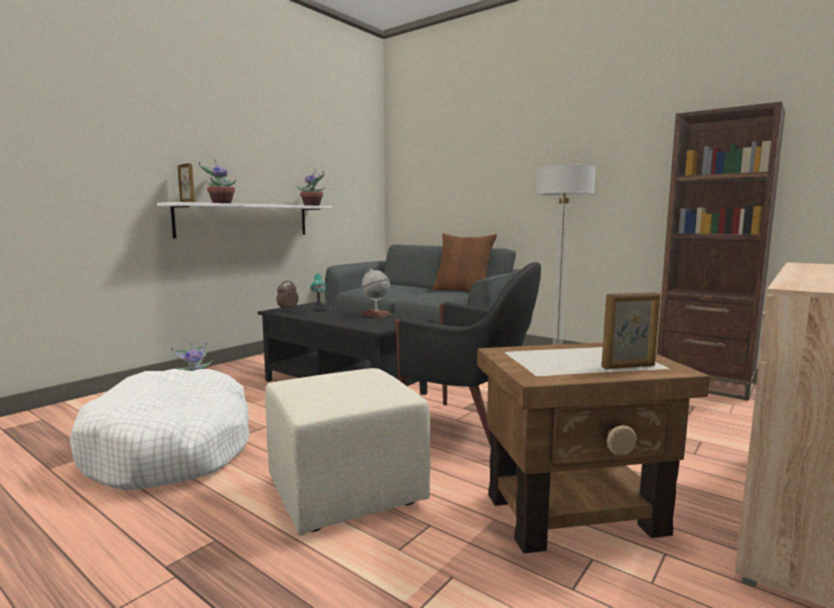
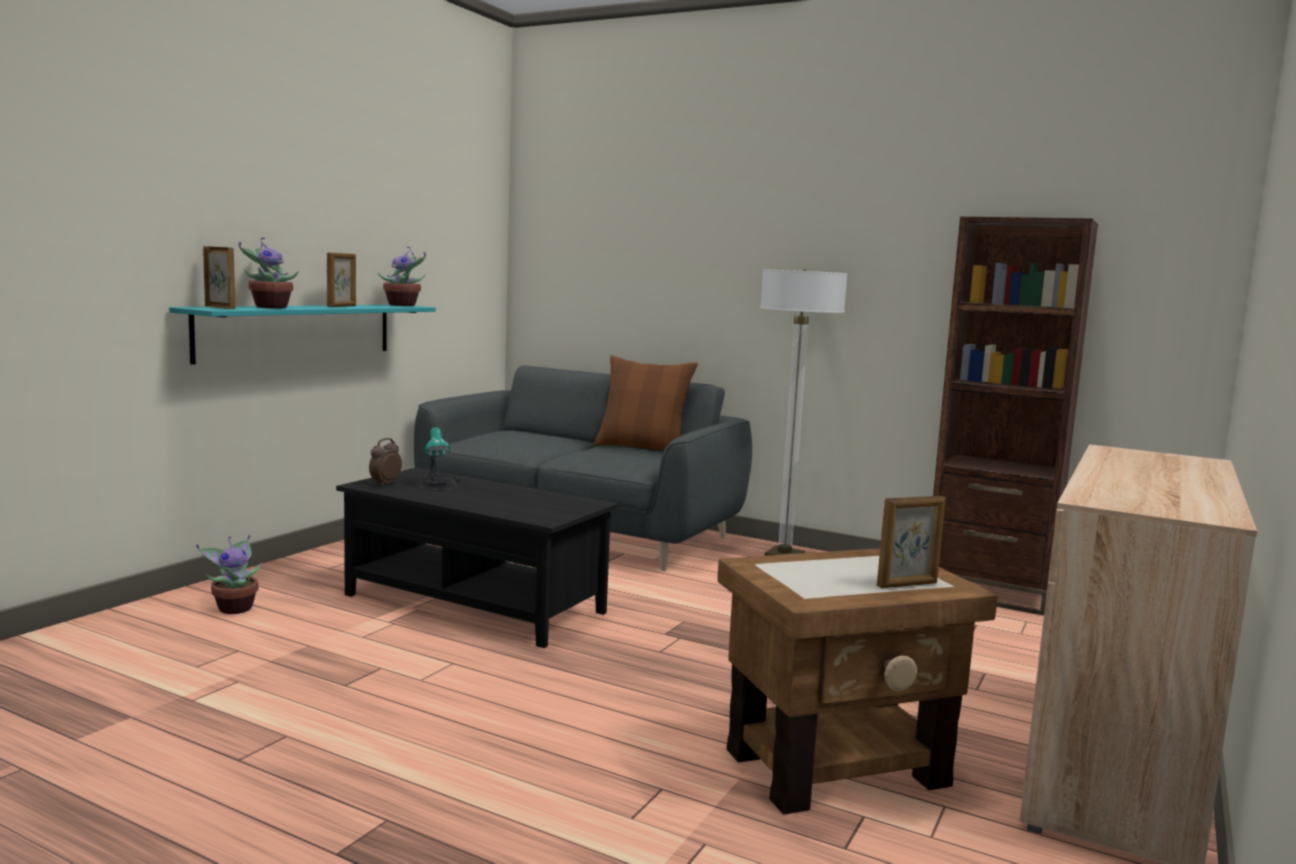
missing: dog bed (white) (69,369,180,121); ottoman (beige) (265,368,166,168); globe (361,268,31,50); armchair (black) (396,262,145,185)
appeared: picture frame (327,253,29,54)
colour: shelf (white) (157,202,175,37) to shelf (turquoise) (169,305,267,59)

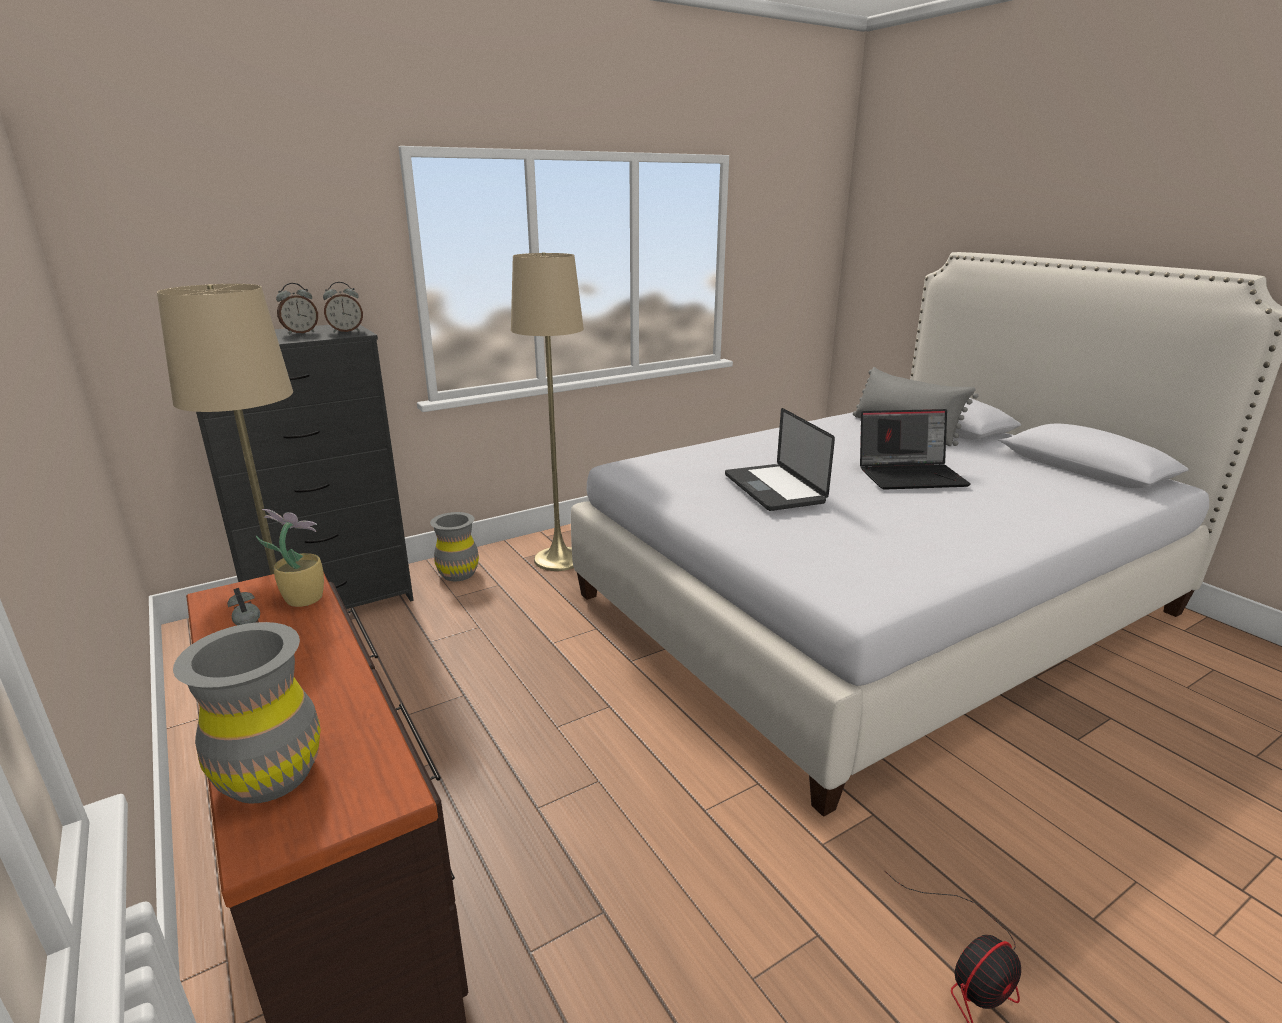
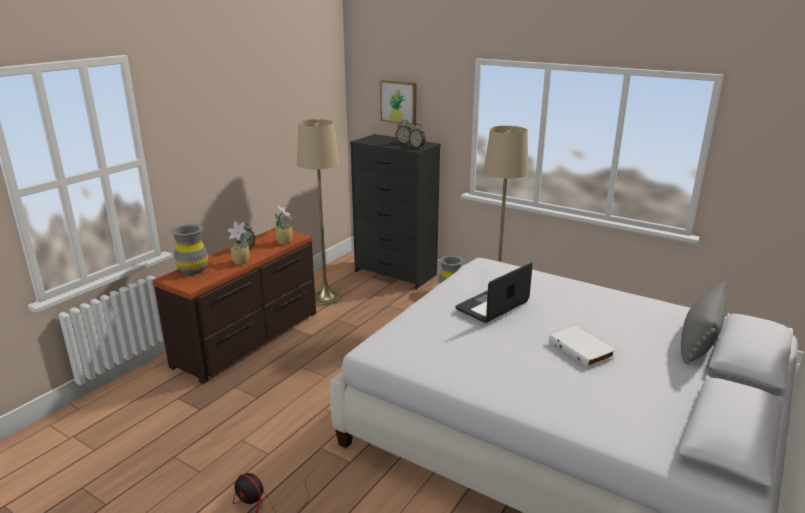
appeared: potted plant (227,221,24,44); picture (380,80,37,45)
exchanged: laptop (860,409,111,81) to book (white) (549,326,67,42)

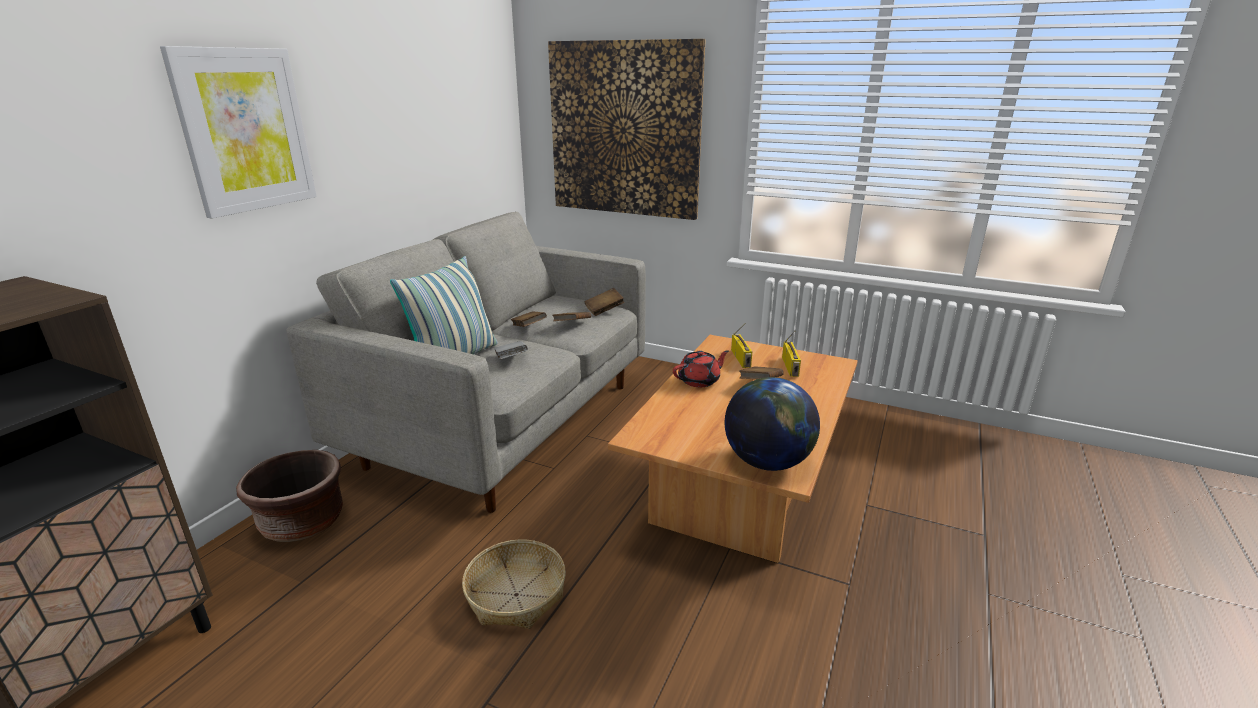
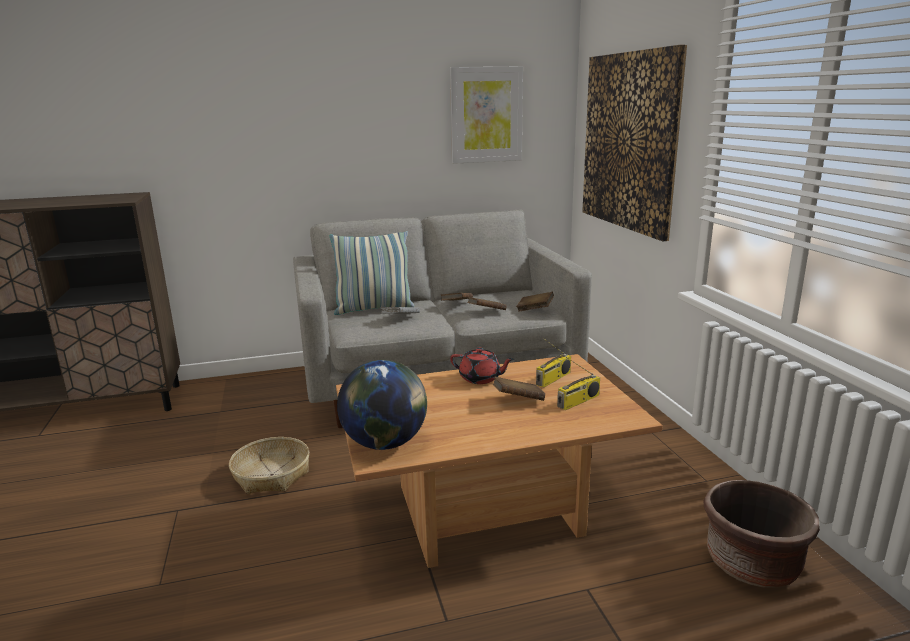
relocated: picture (160,46,157,172) to (450,66,73,98); planter (brown) (236,450,107,92) to (703,480,117,108)

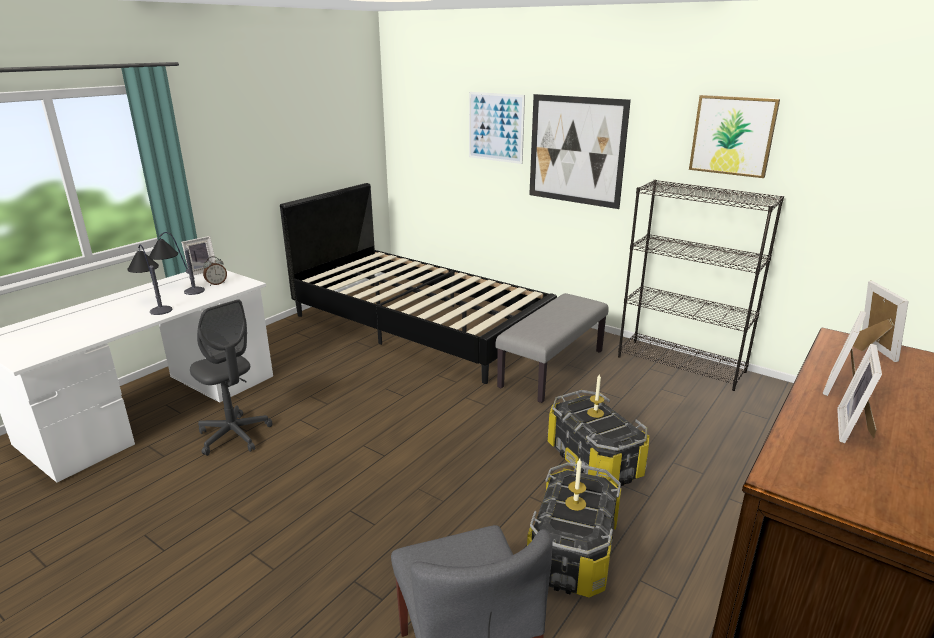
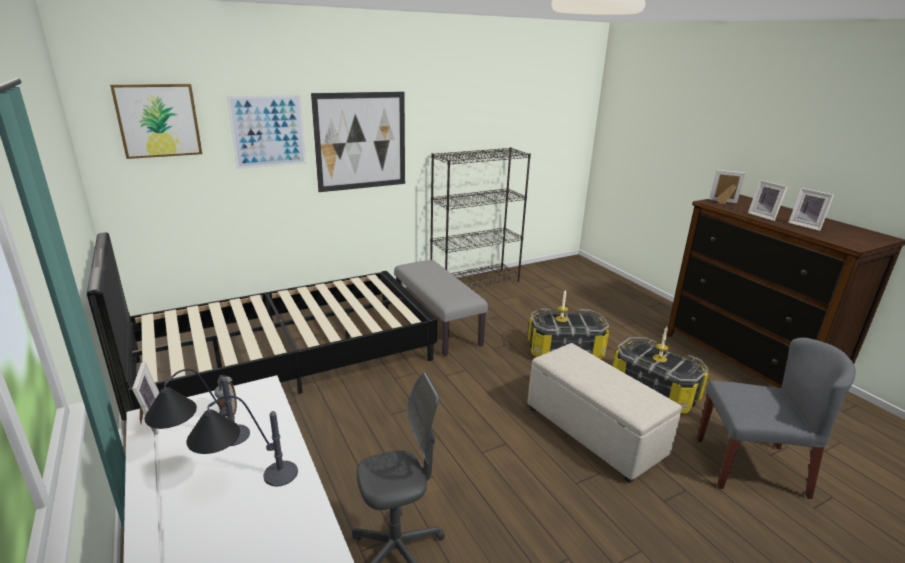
appeared: ottoman (beige) (527,343,155,140)
relocated: picture (689,95,91,83) to (110,84,92,75)

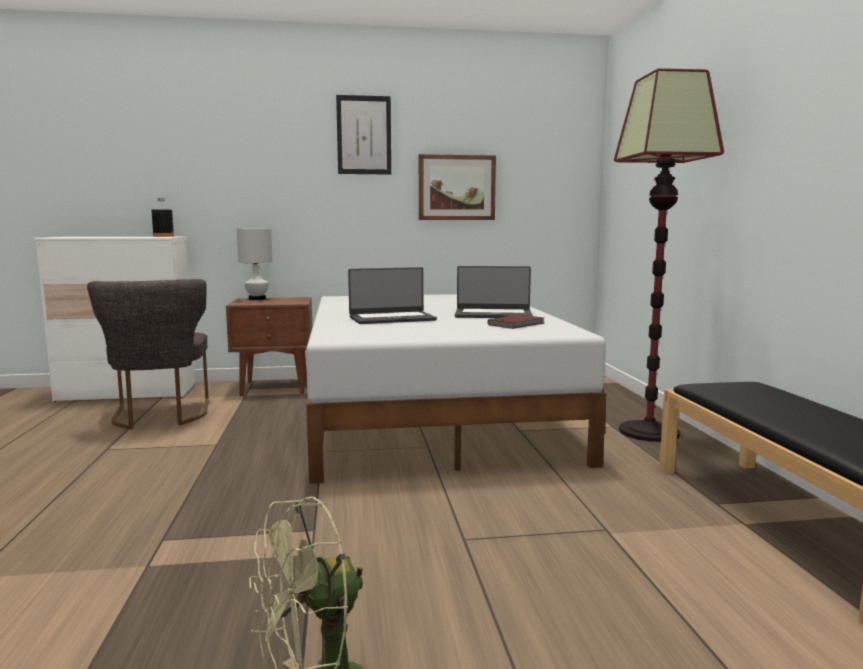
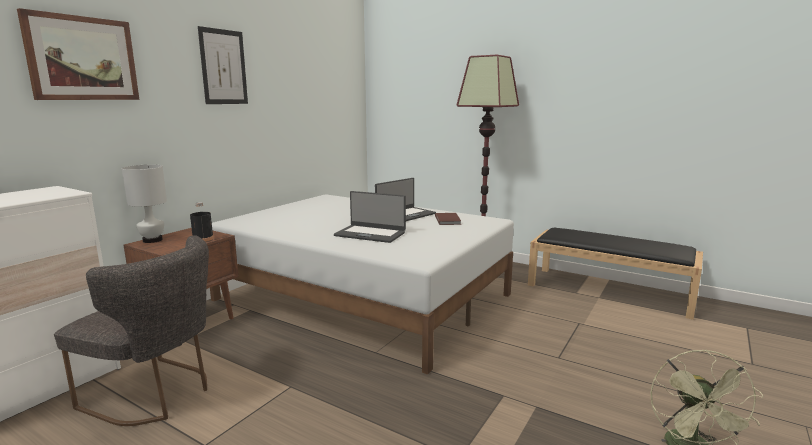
relocated: bottle (black) (151,198,23,39) to (190,202,24,40); picture (419,154,77,66) to (17,8,122,92)
spun: laptop (348,267,89,57) = (334,191,72,52) 90 degrees clockwise

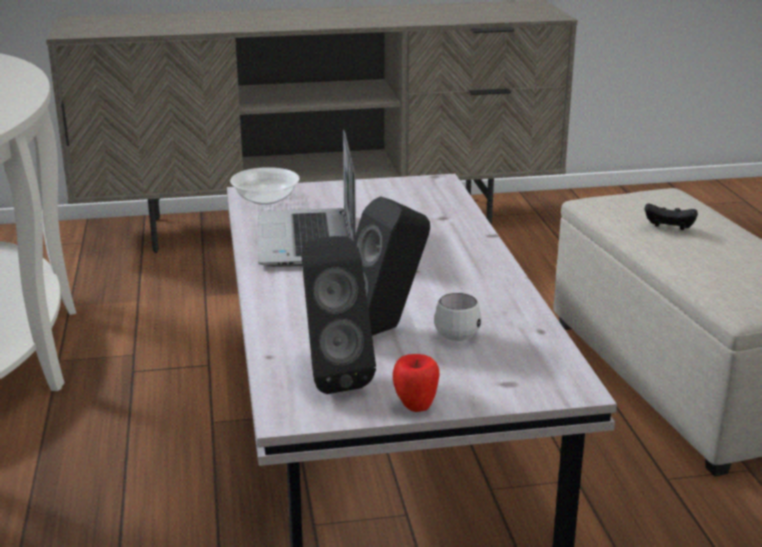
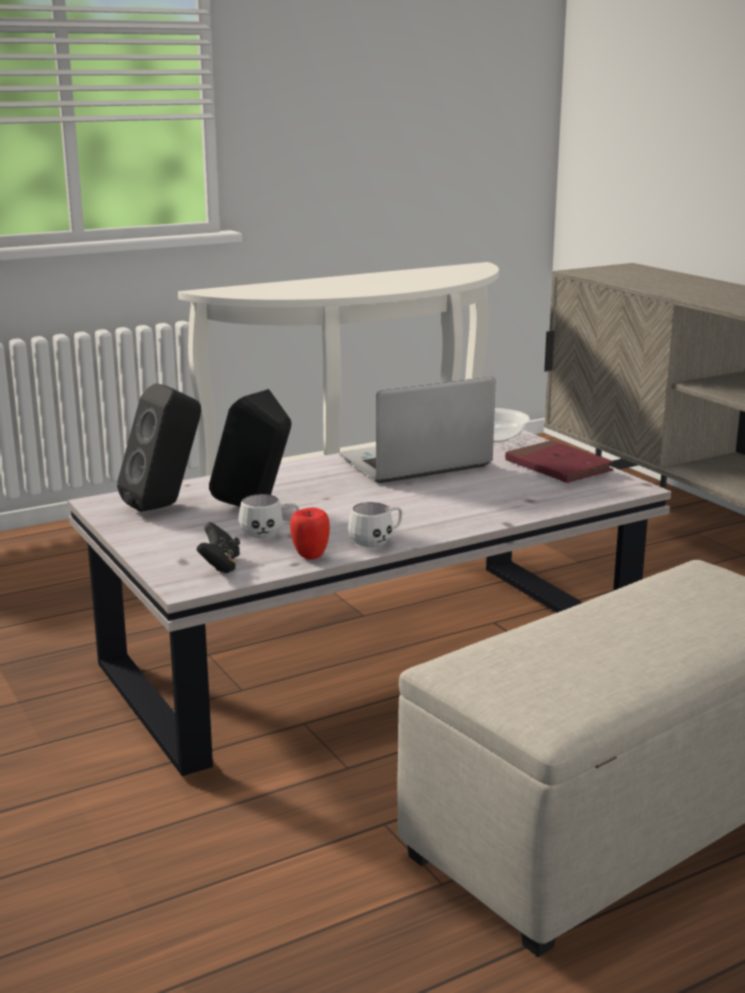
appeared: mug (white) (348,502,54,45); book (red) (505,440,109,43)
relocated: apple (393,354,47,58) to (290,507,40,53); game controller (black) (645,203,53,27) to (196,522,44,51)

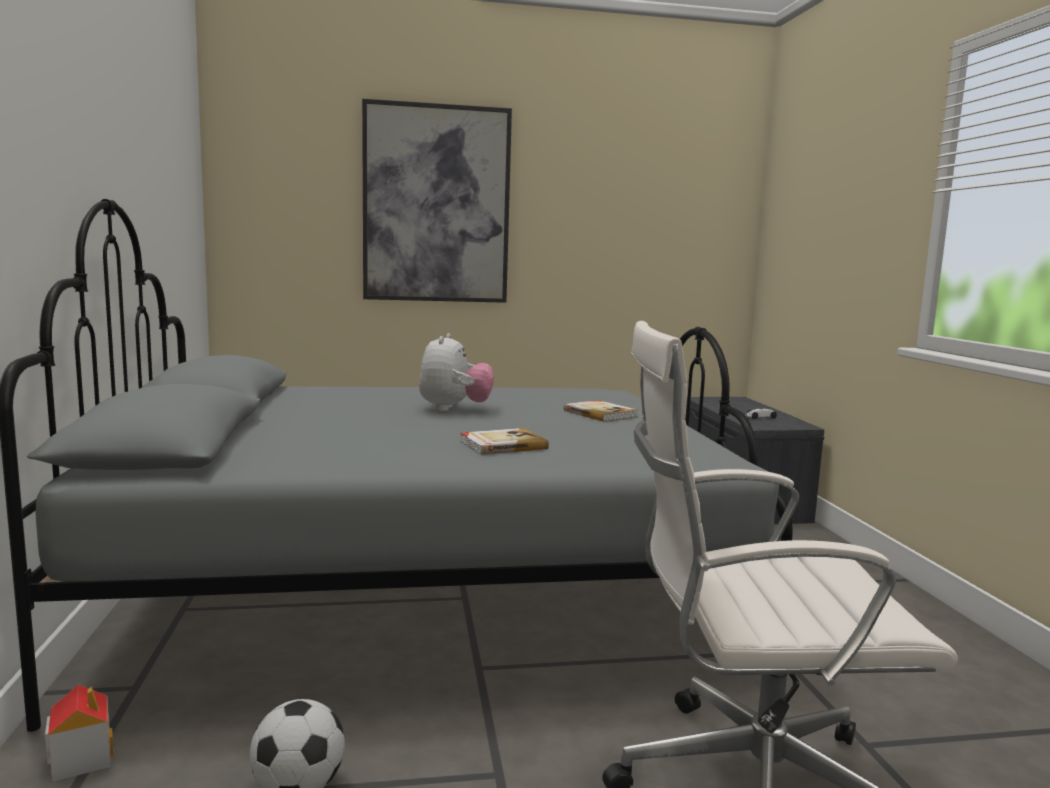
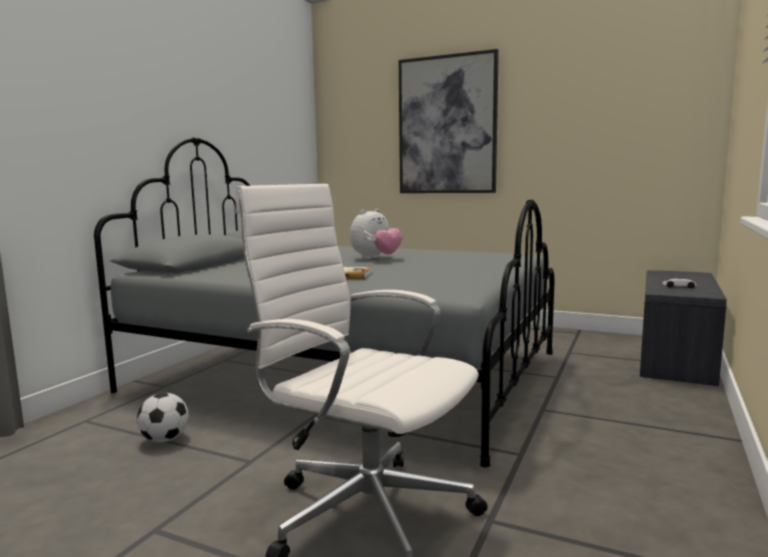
missing: toy house (45,684,69,98); book (563,400,74,22)

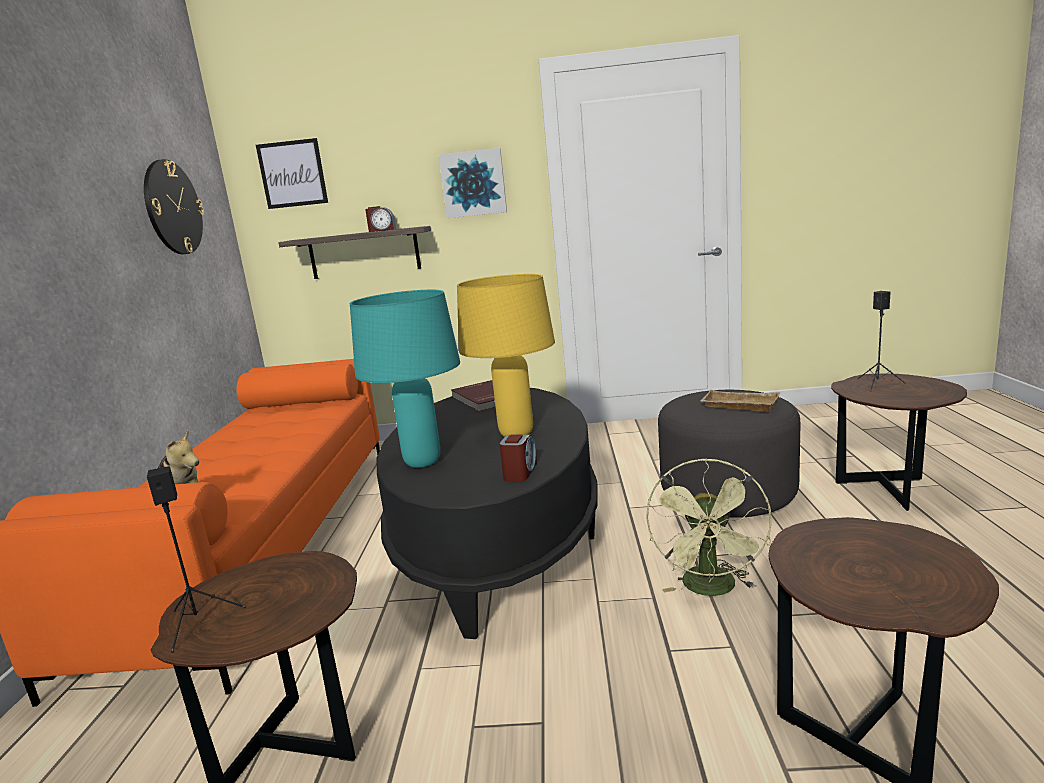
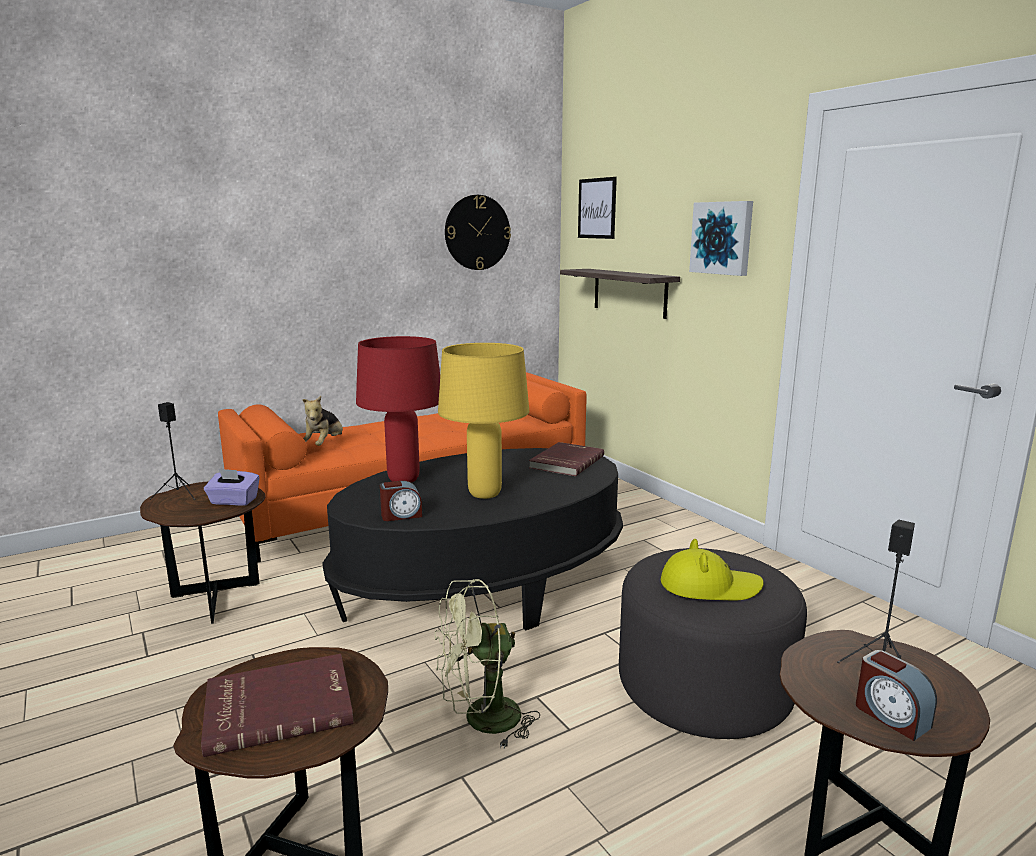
appeared: book (red) (201,654,153,103); tissue box (purple) (204,469,56,37)
relocated: alarm clock (365,206,31,26) to (856,650,81,91)
exchanged: tray (beige) (701,390,79,22) to hat (yellow) (661,539,103,62)
colour: table lamp (turquoise) (350,290,110,178) to table lamp (red) (356,336,84,147)

